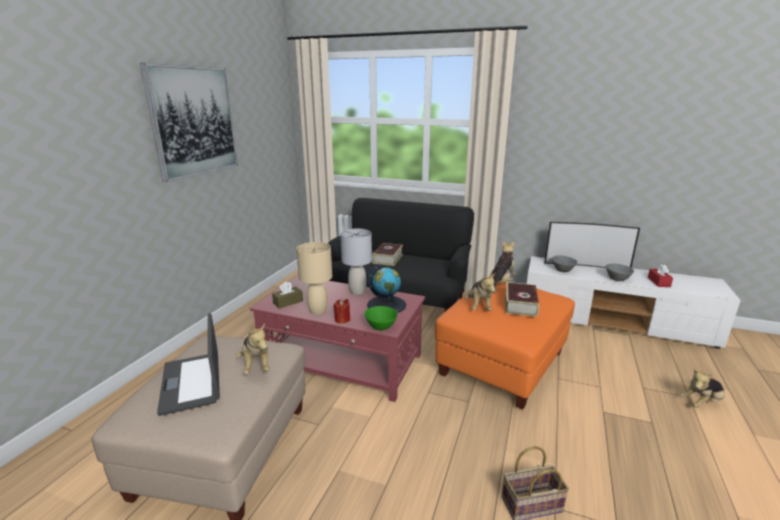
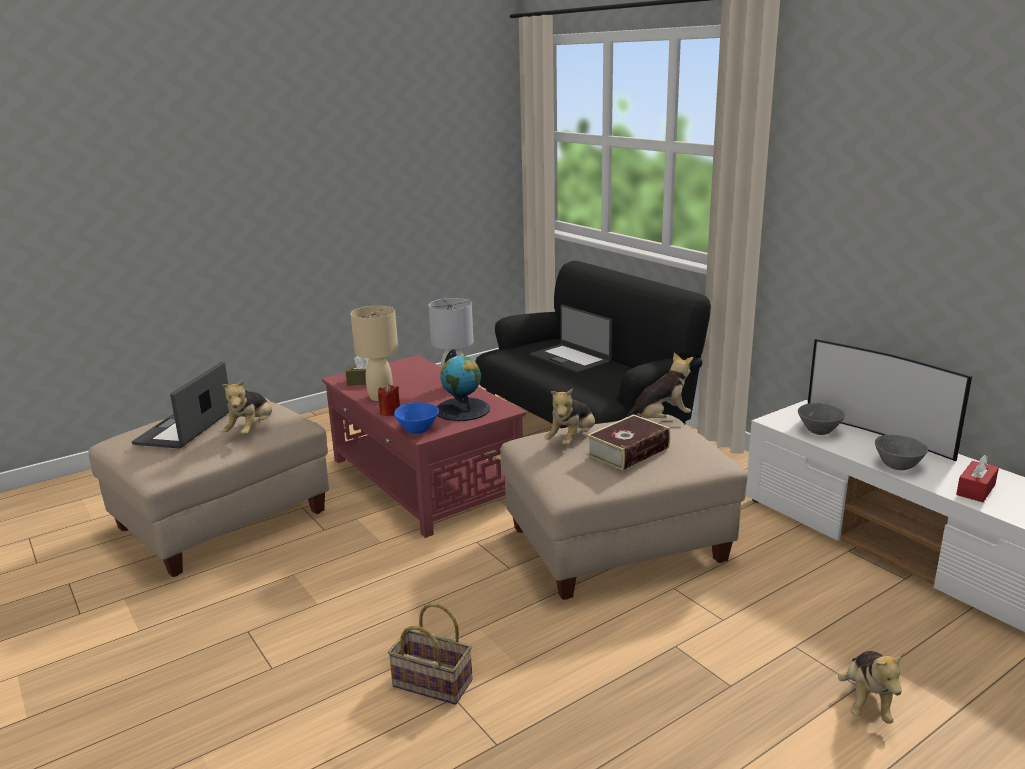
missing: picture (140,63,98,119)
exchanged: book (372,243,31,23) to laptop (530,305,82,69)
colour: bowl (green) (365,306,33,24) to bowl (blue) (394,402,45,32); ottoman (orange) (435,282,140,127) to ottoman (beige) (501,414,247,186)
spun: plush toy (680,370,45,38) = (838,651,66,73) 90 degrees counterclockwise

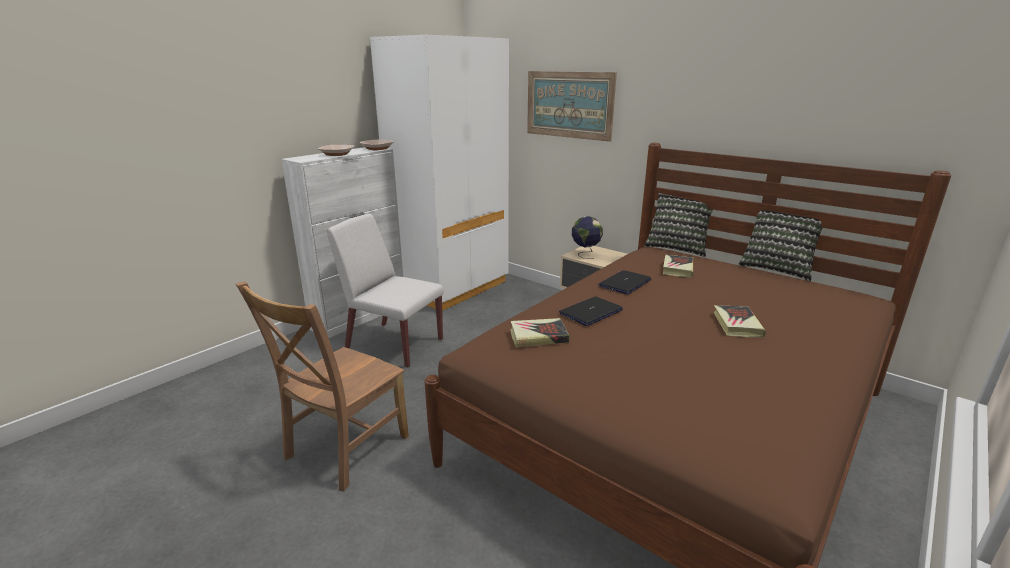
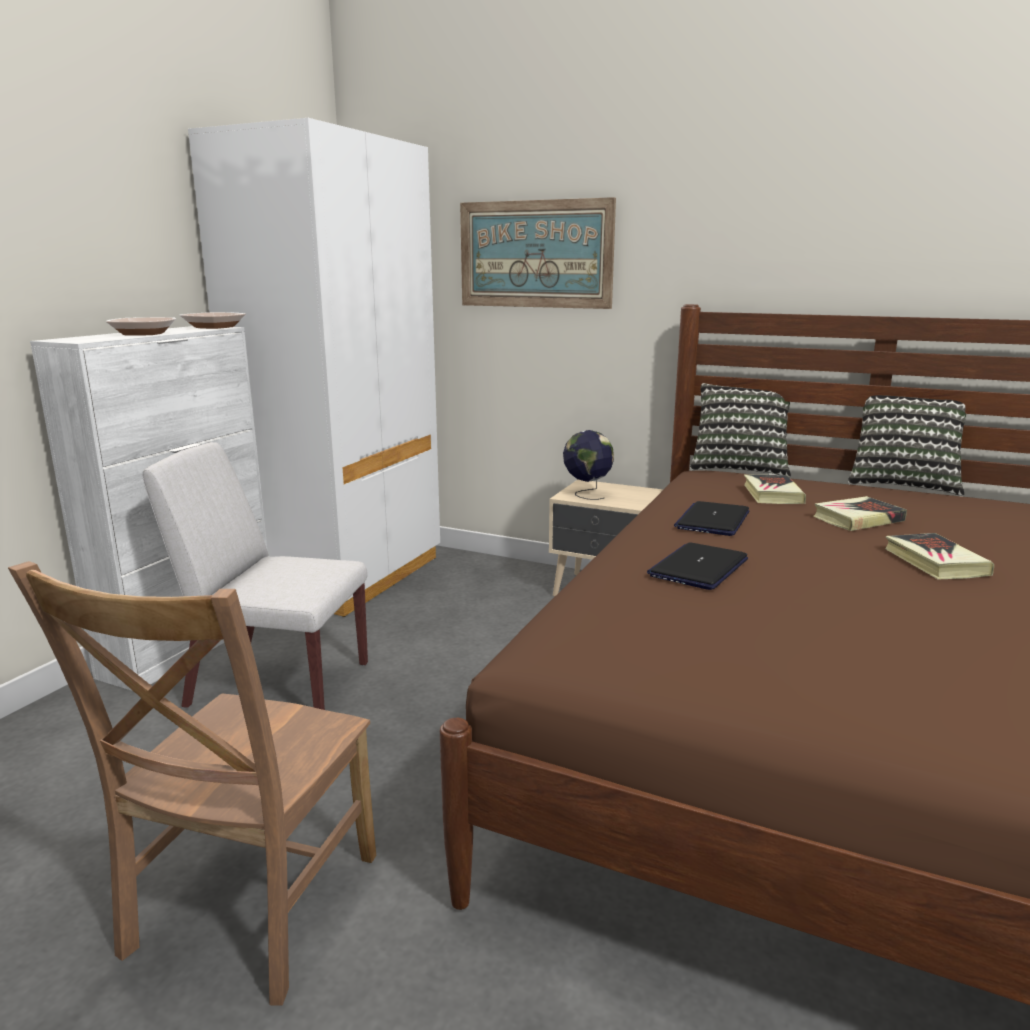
relocated: book (510,318,59,29) to (813,496,94,35)

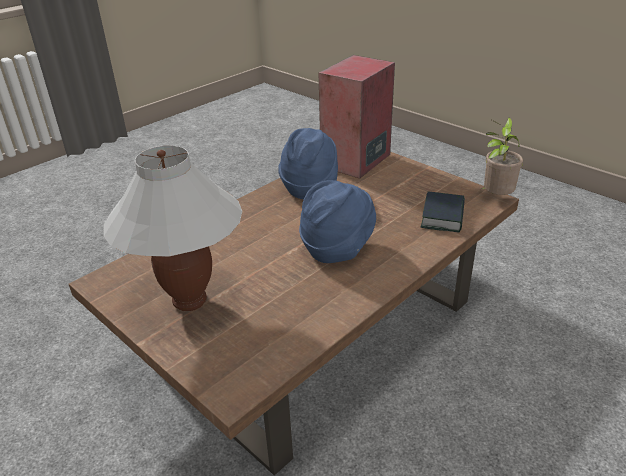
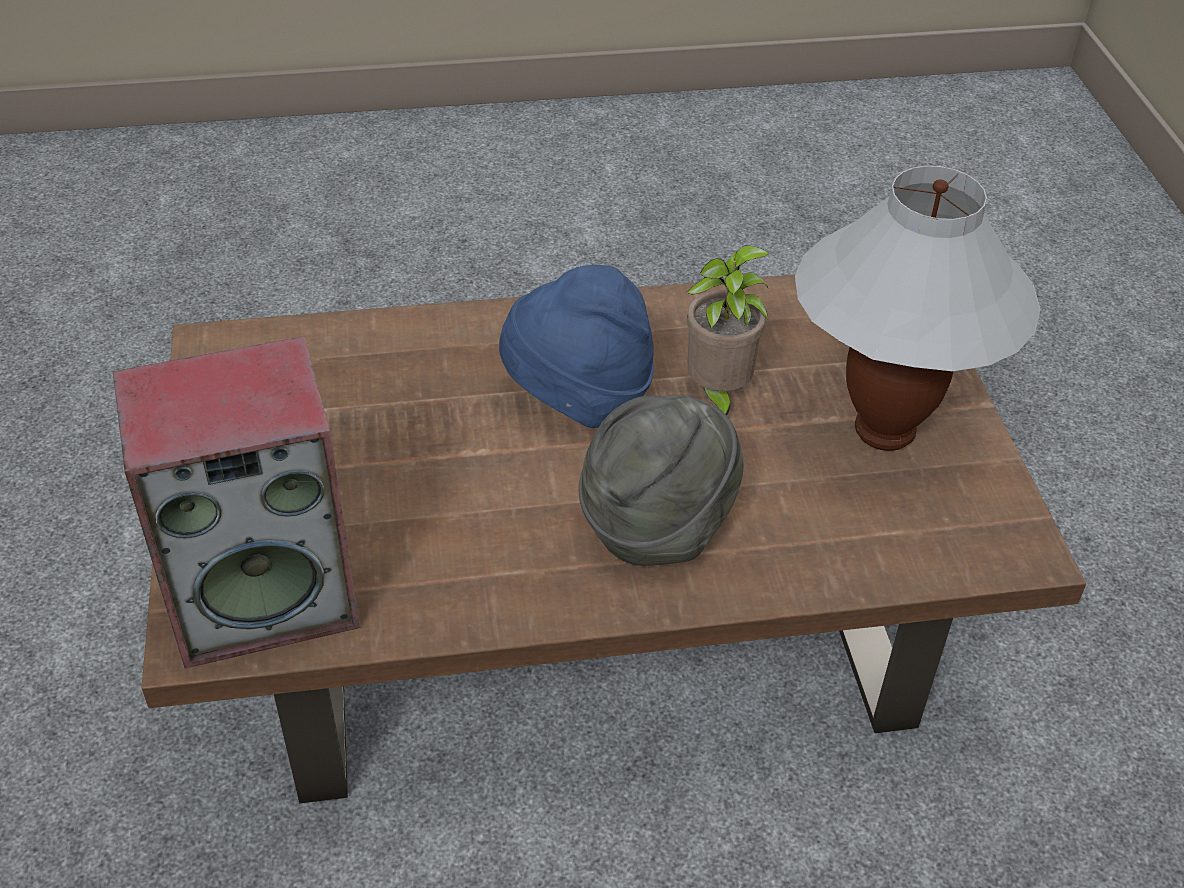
missing: hat (blue) (278,128,60,71); book (421,192,44,40)
appeared: hat (grey) (578,395,166,171)
relocated: potted plant (482,117,41,78) to (687,245,83,170)

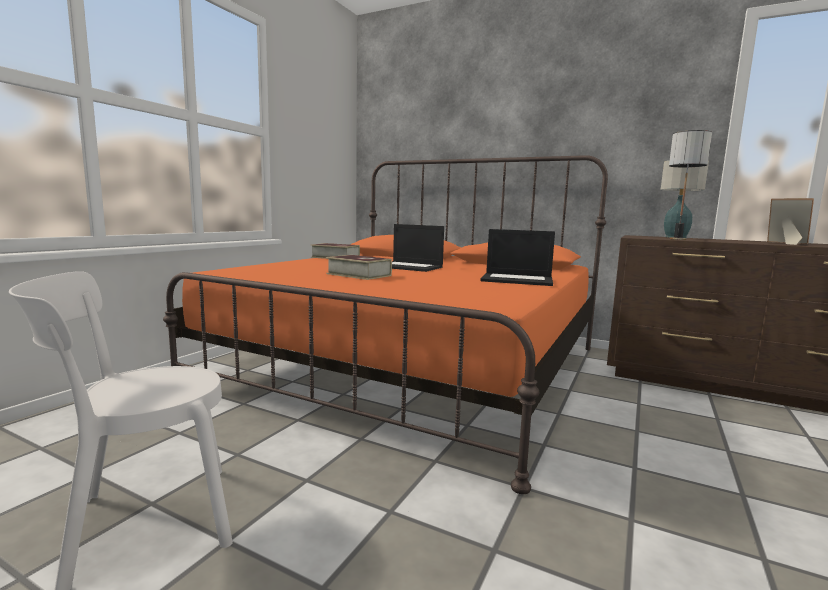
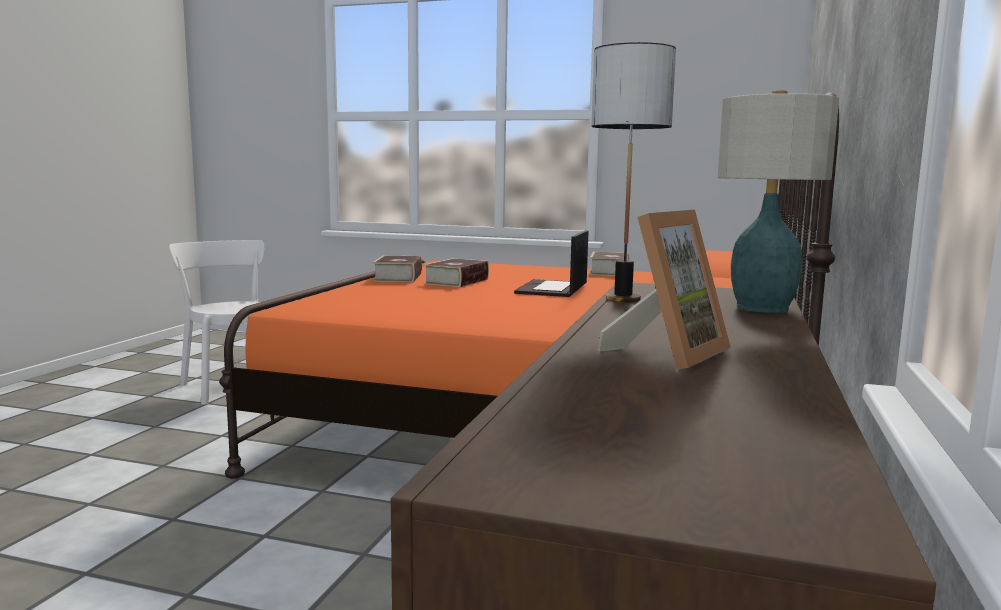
missing: laptop (480,229,75,57)
appeared: book (372,255,50,27)

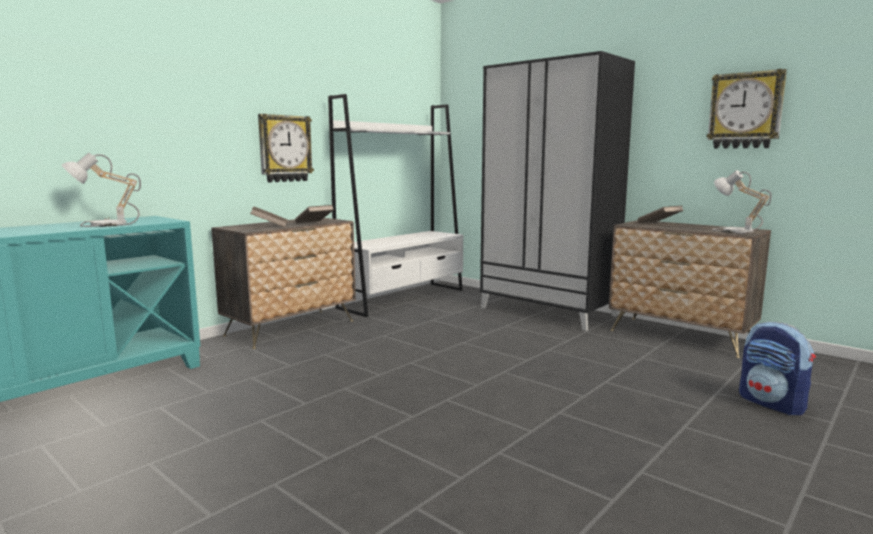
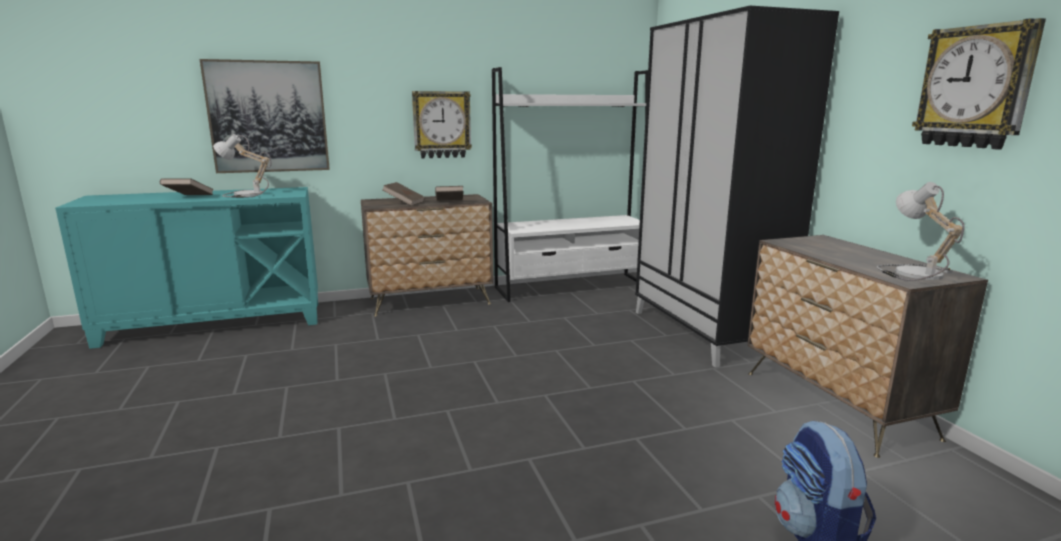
appeared: picture (200,59,130,114)
relocated: book (brown) (638,205,46,18) to (160,178,54,17)

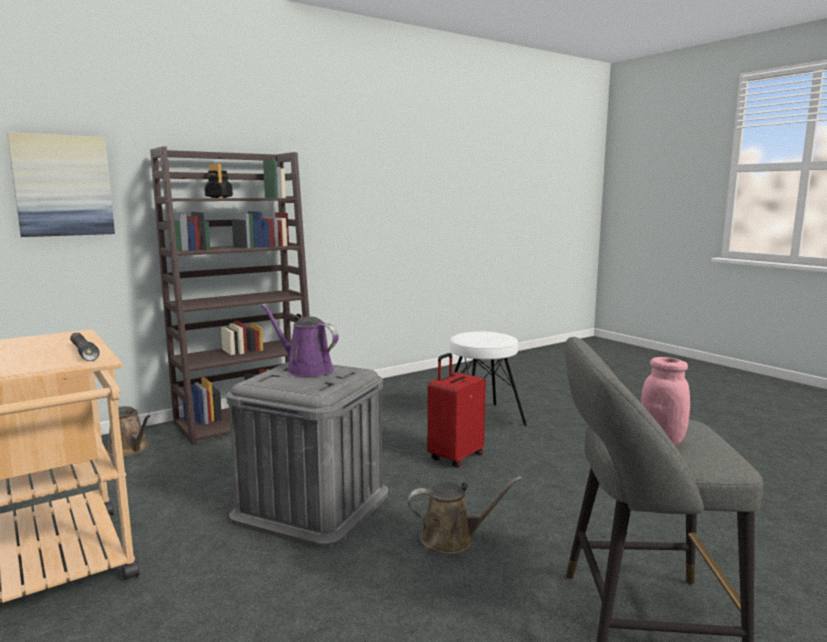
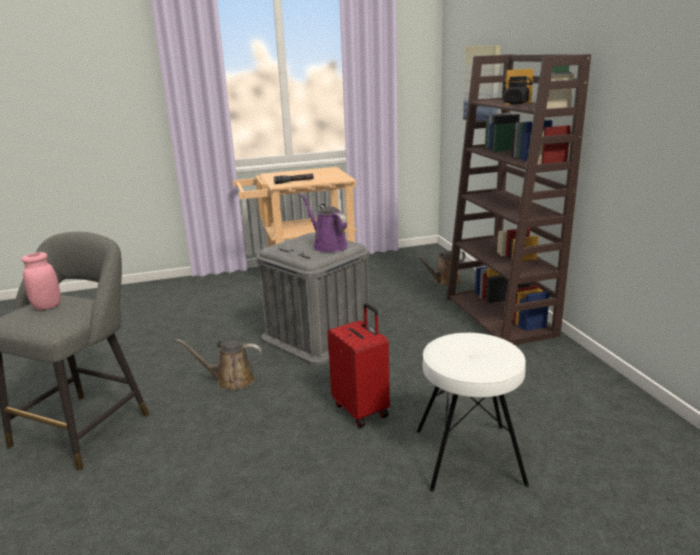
spun: watering can (purple) (261,304,78,73) = (301,194,47,58) 90 degrees counterclockwise; watering can (brown) (408,477,114,77) = (176,339,86,52) 75 degrees clockwise

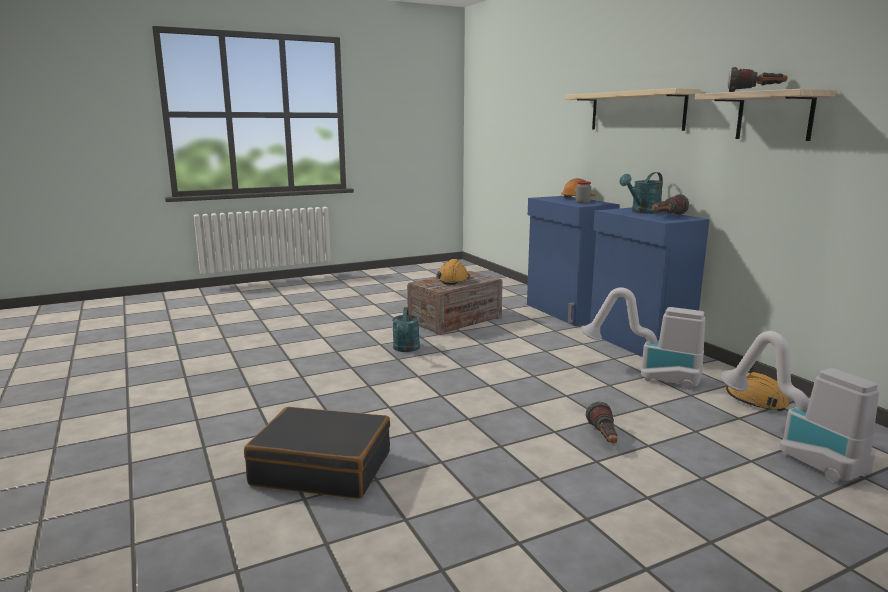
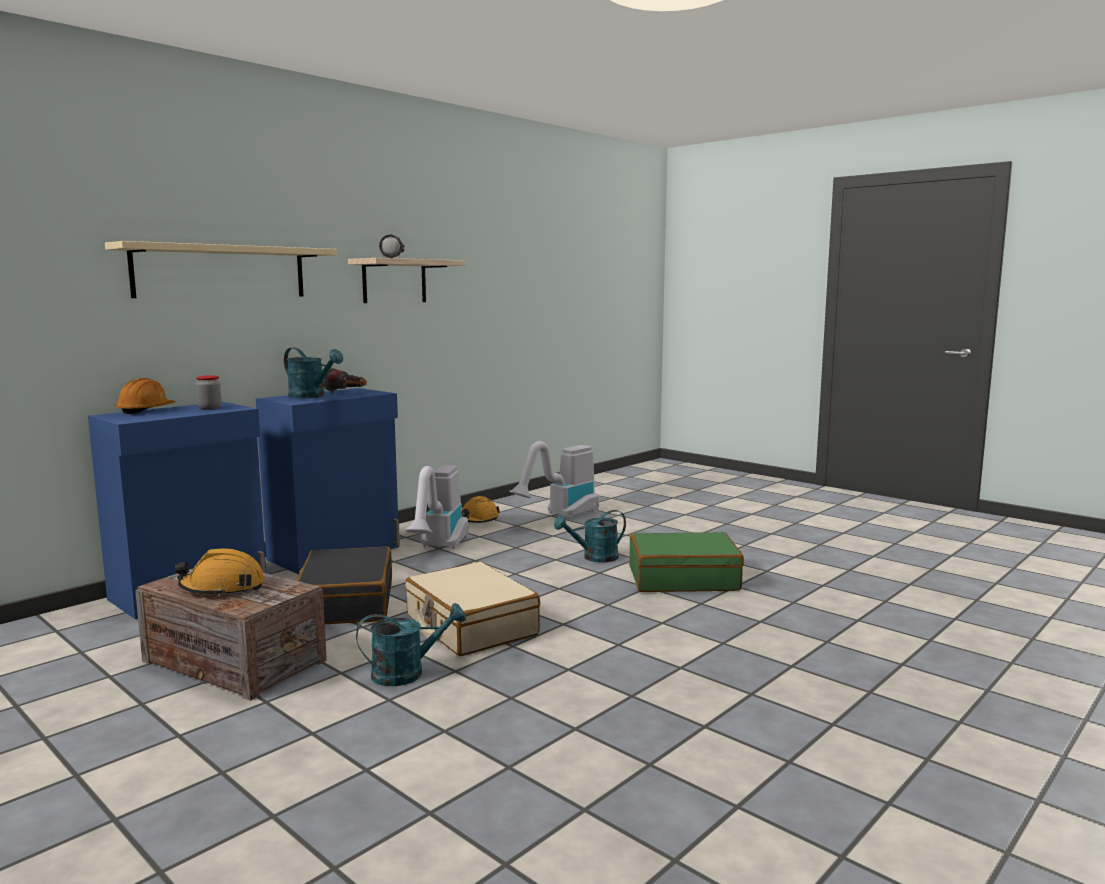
appeared: suitcase (beige) (405,562,135,94); suitcase (green) (629,532,115,60)
relocated: suitcase (black) (244,407,146,92) to (297,547,95,77)
exchanged: flashlight (586,402,31,41) to watering can (turquoise) (554,510,72,52)

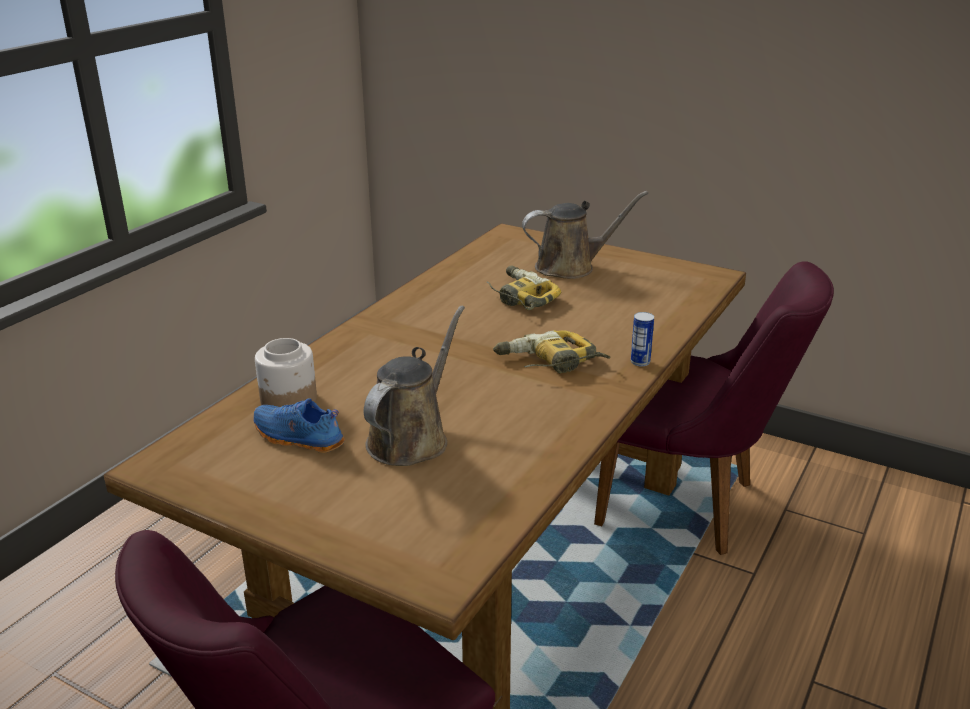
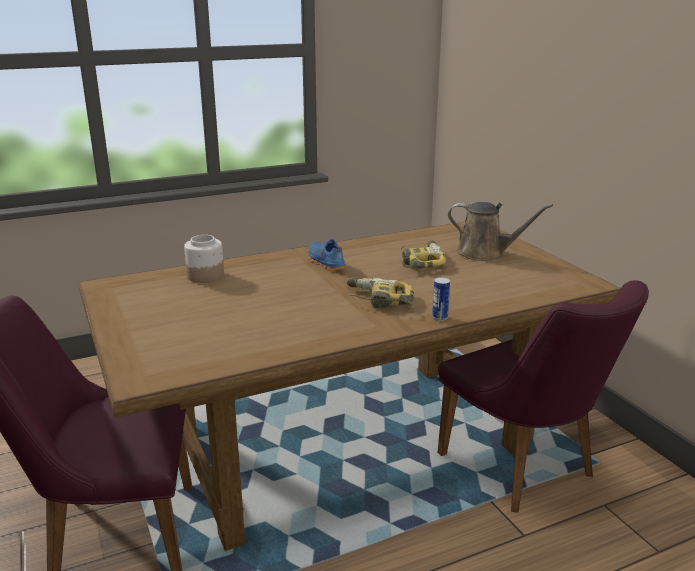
missing: watering can (brown) (364,306,101,160)
relocated: shoe (blue) (253,398,92,55) to (308,239,38,32)

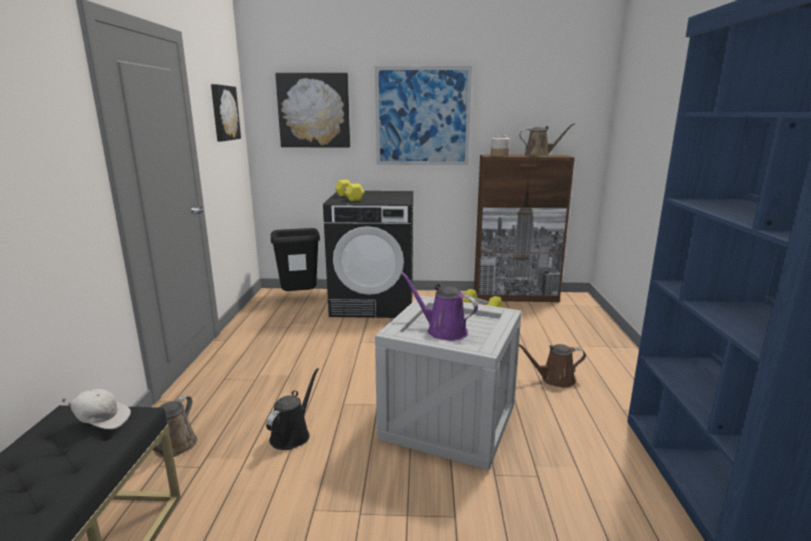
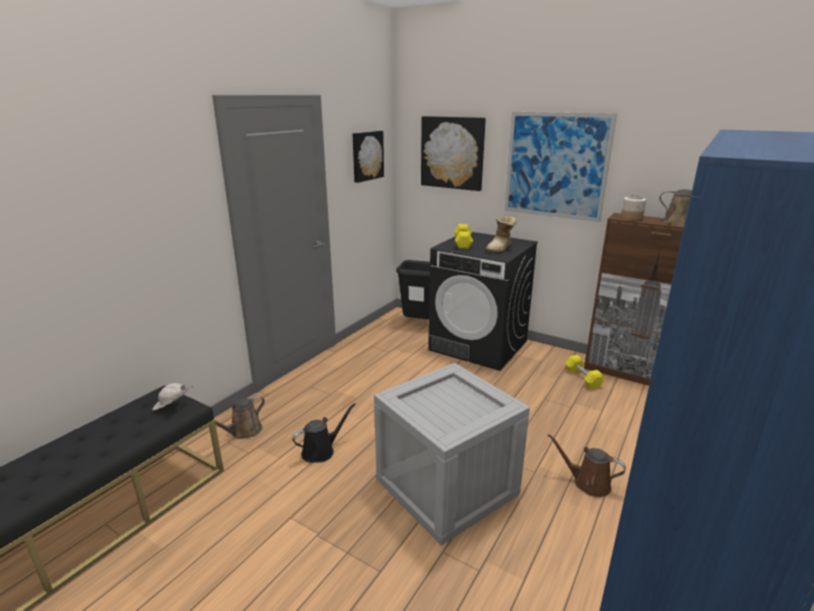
missing: watering can (purple) (401,272,77,69)
appeared: boot (486,216,30,37)
spun: cap (white) (61,389,70,40) = (152,383,41,27) 135 degrees clockwise

